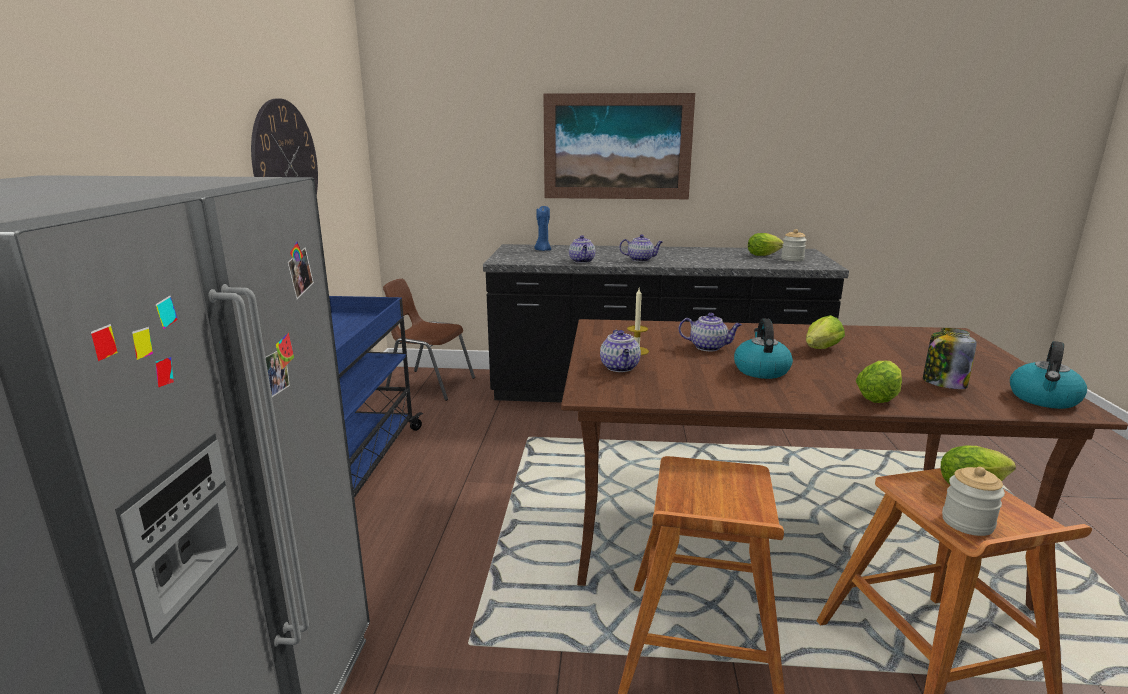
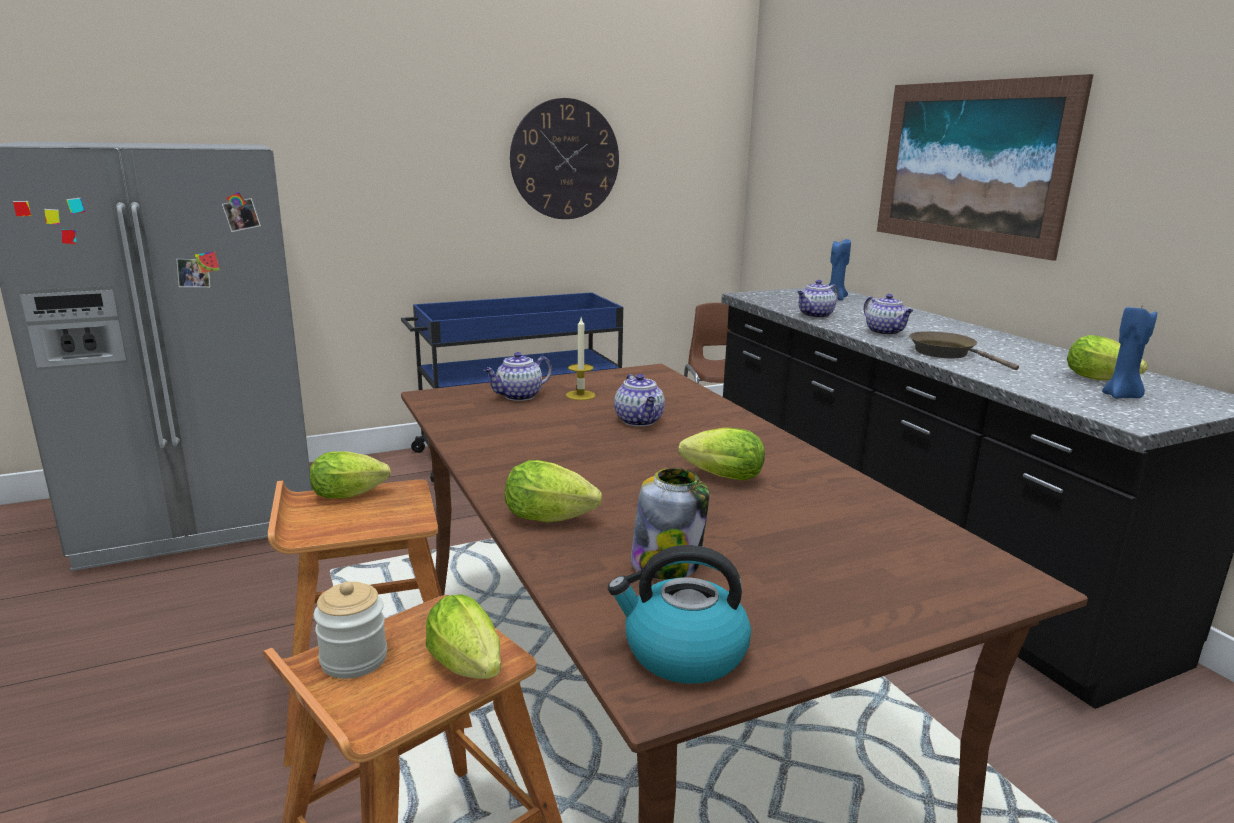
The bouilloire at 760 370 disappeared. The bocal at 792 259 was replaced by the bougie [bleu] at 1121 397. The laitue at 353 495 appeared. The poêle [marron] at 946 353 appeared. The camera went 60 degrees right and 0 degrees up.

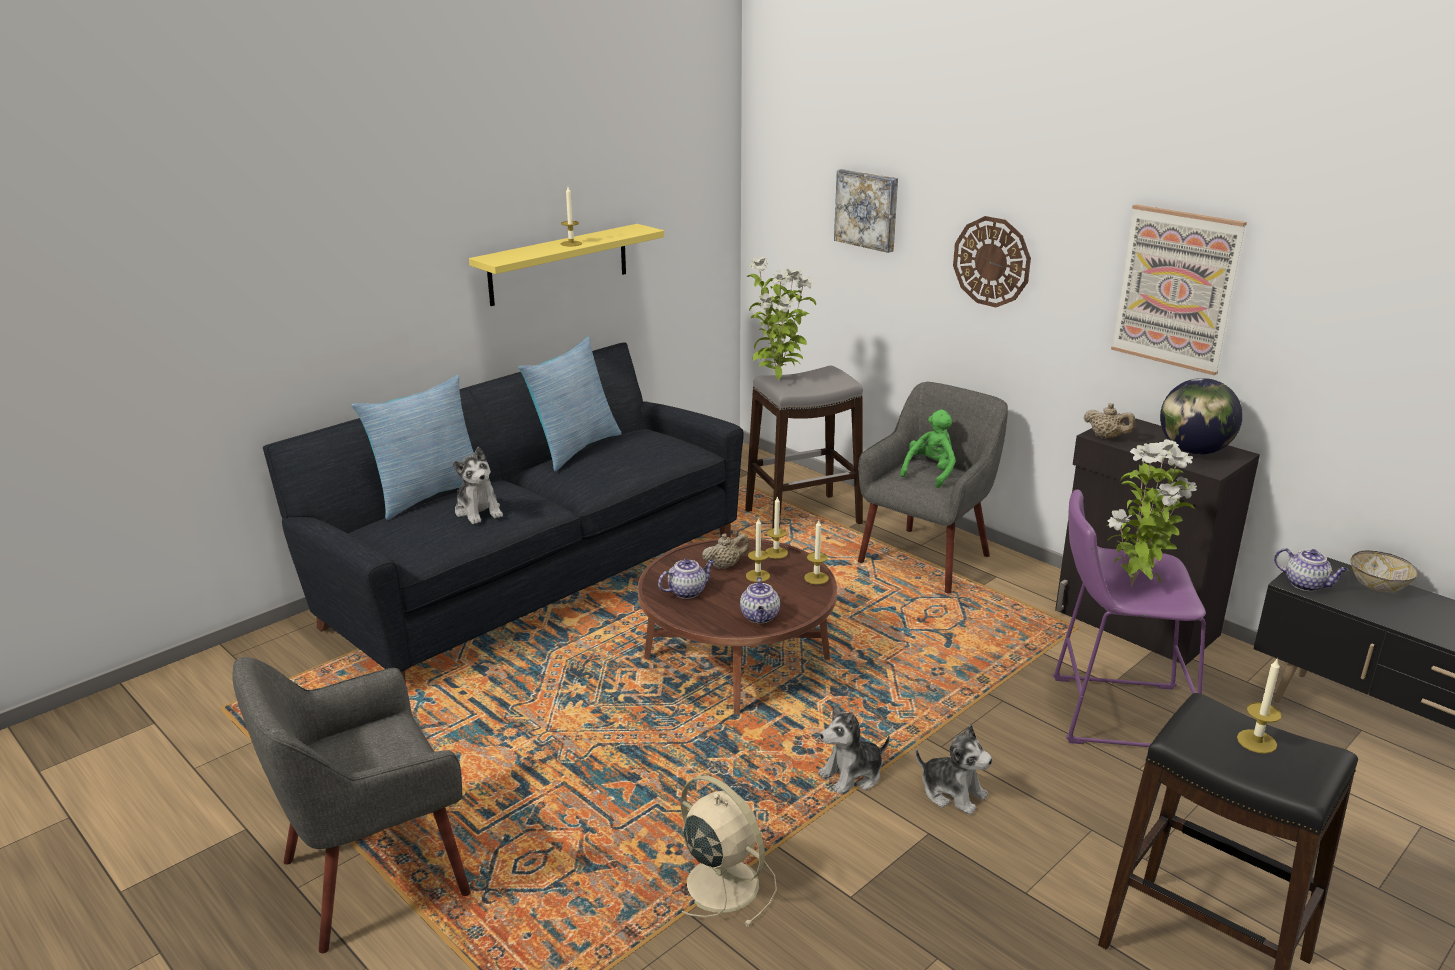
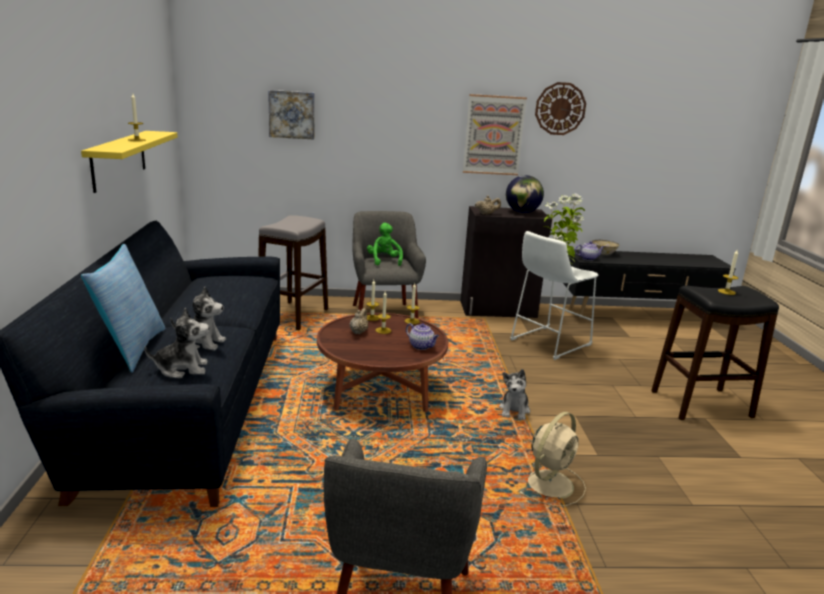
The coussin at 573 448 disappeared. The théière at 687 591 disappeared. The ventilateur [beige] at 718 882 turned 135 degrees clockwise. The plante en pot at 777 380 disappeared. The peluche moved from 952 793 to 182 369. The horloge murale moved from 992 261 to 560 108. The tabouret [violet] at 1112 713 became the tabouret [blanc] at 547 343. The camera went 50 degrees left and 5 degrees down.

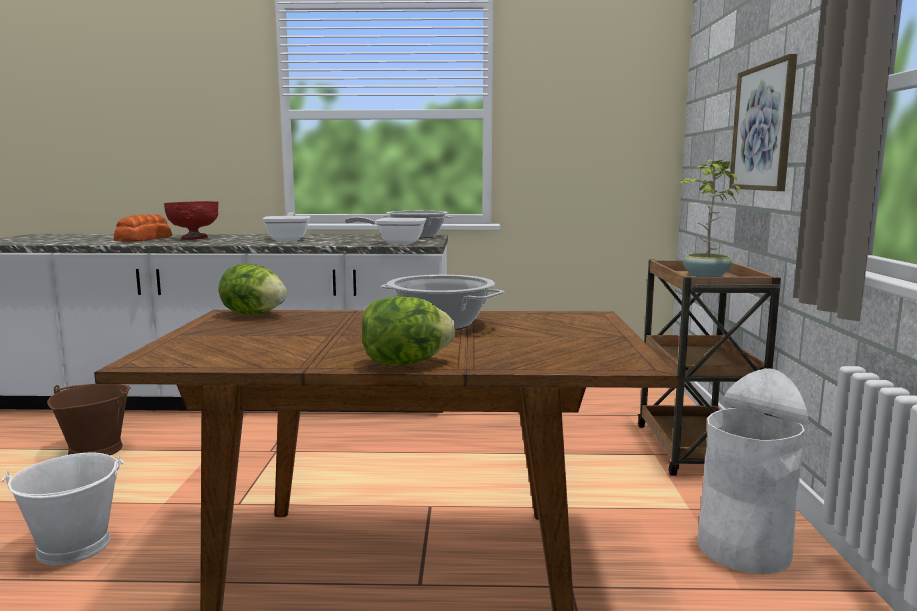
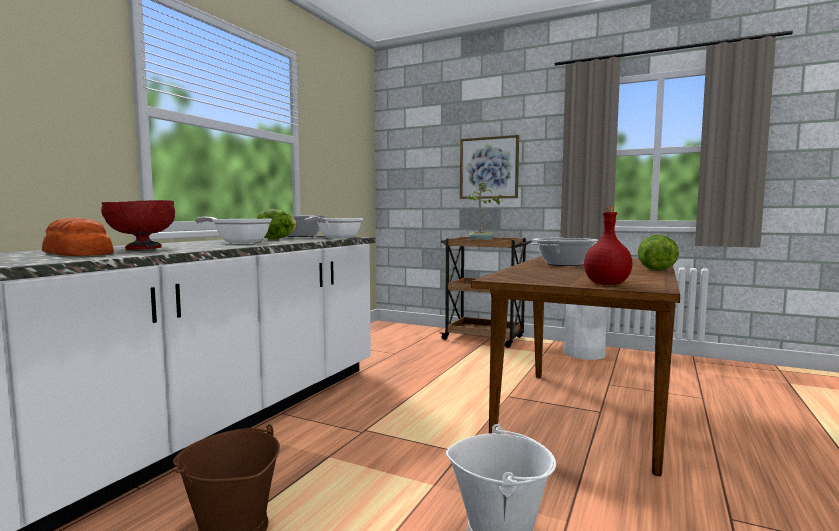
The laitue moved from 254 314 to 276 239. The bouteille [rouge] at 606 284 appeared. The camera went 65 degrees left and 5 degrees down.

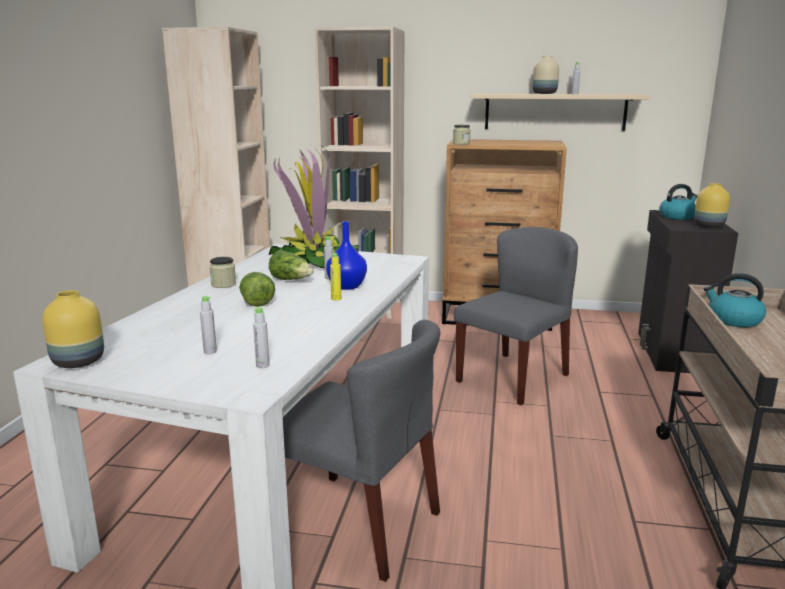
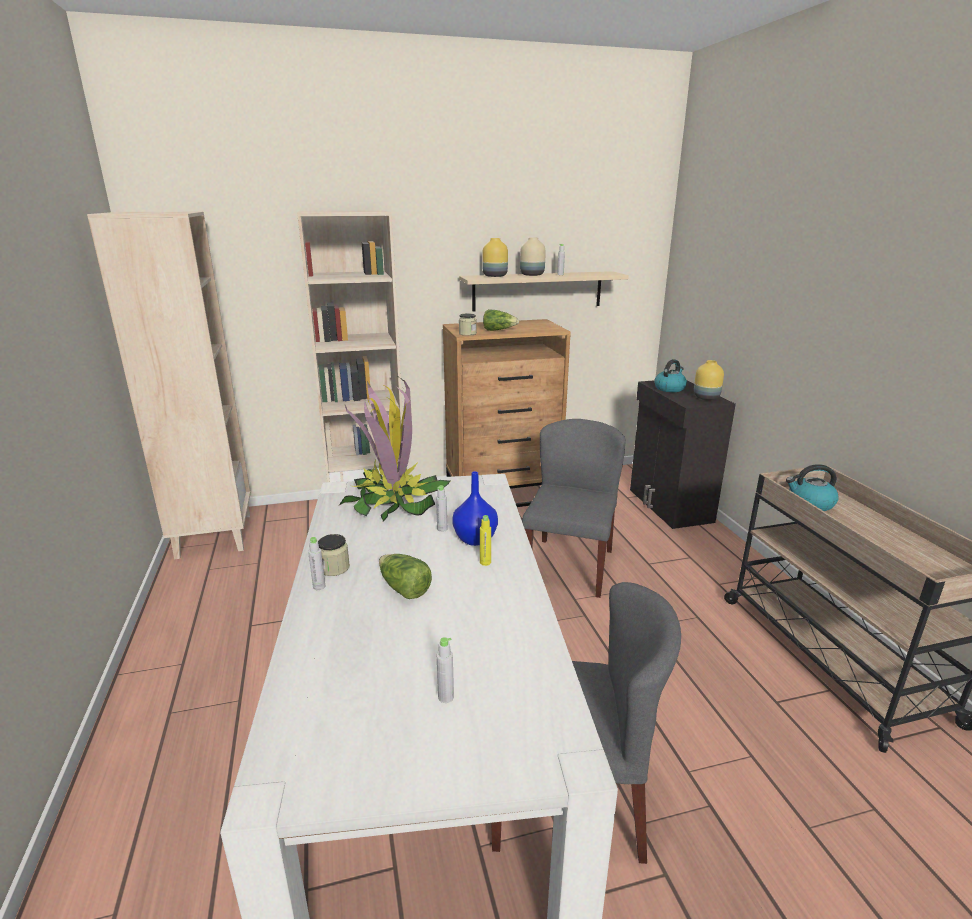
The vase [jaune] moved from 79 361 to 495 276. The bouteille [gris] moved from 262 365 to 319 586. The laitue moved from 291 280 to 499 330. The camera went 25 degrees left and 5 degrees up.

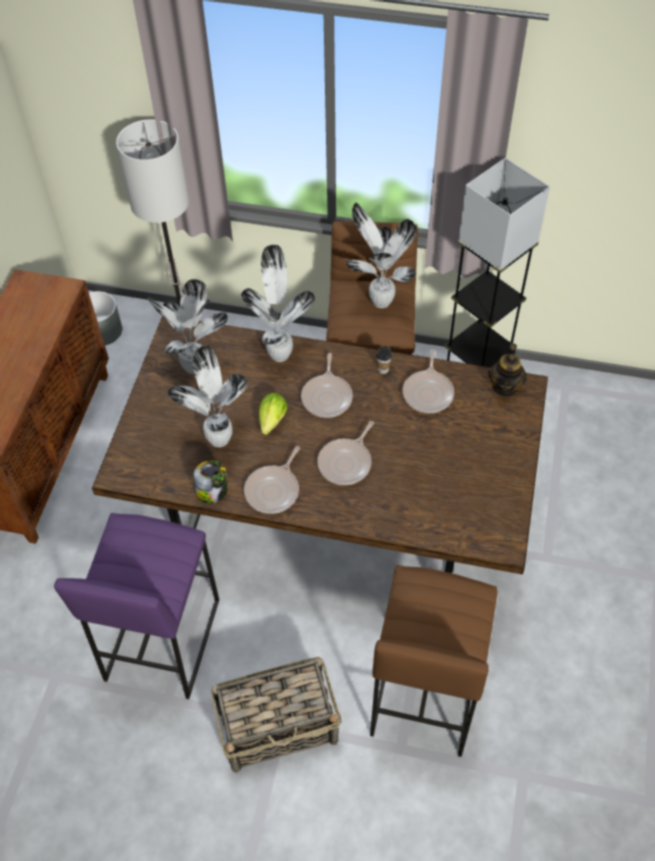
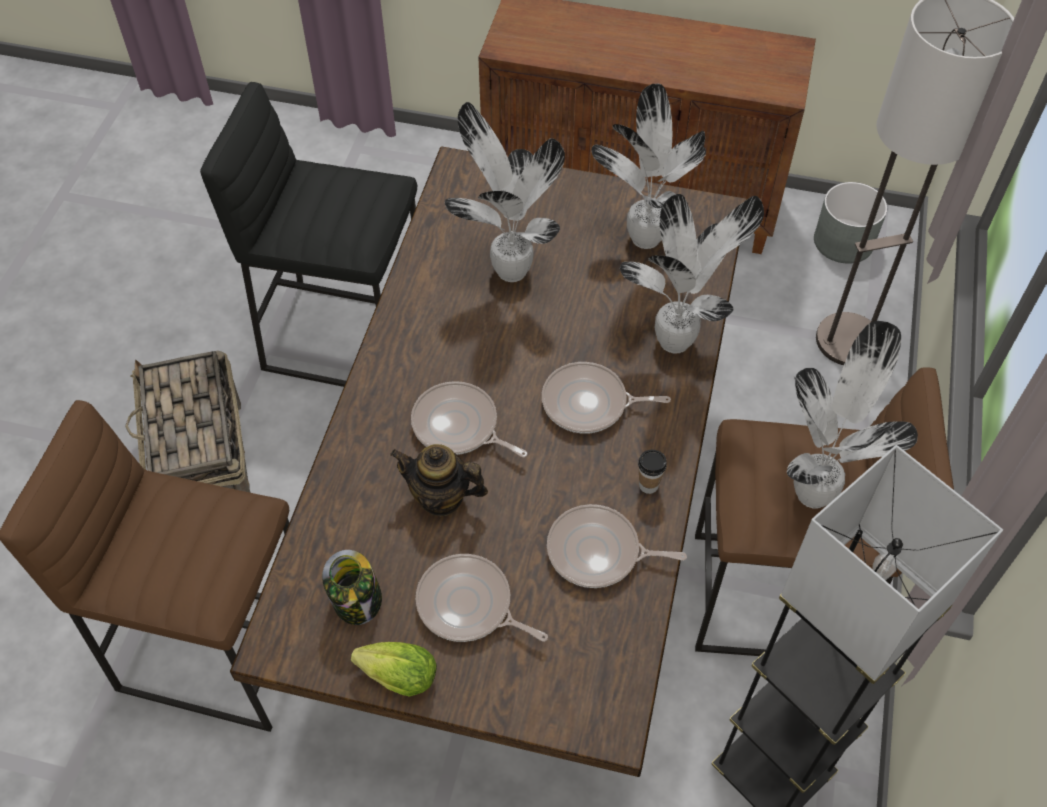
The tabouret [violet] at 161 638 became the tabouret [noir] at 346 338. The bocal moved from 212 491 to 357 601. The poêle moved from 274 490 to 468 605. The laitue moved from 271 422 to 394 675. The théière moved from 505 386 to 441 497. The camera went 90 degrees right and 0 degrees up.

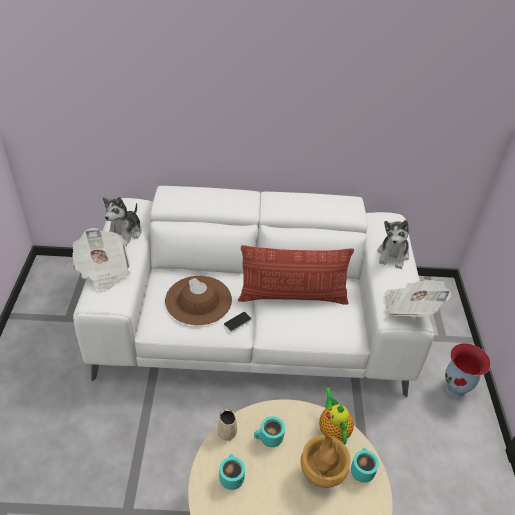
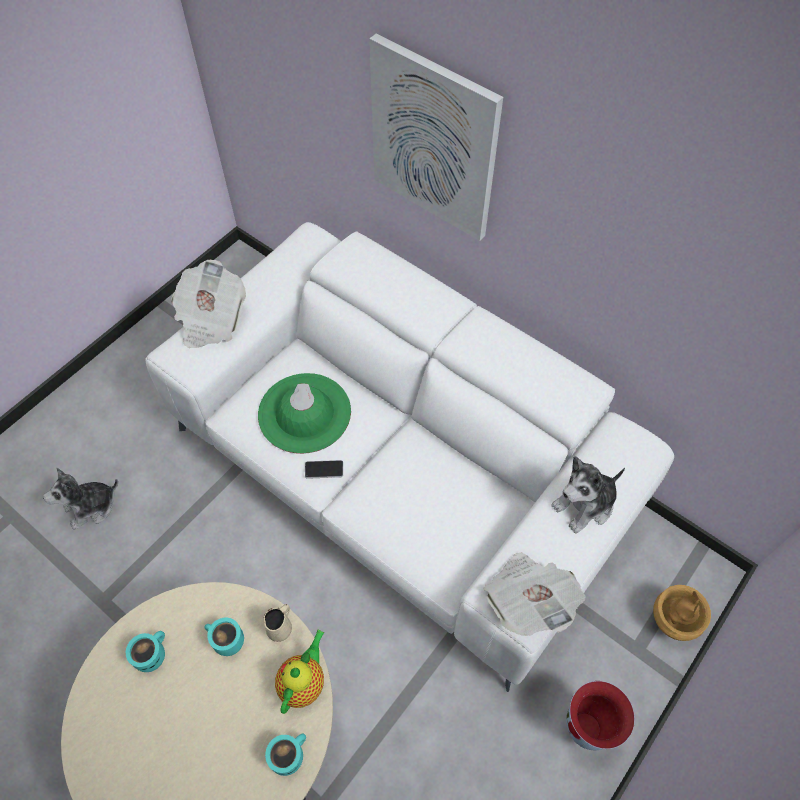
The peluche moved from 125 233 to 91 507. The chapeau [marron] at 198 300 became the chapeau [vert] at 304 413. The mug [beige] moved from 227 431 to 280 628. The coussin at 293 296 disappeared. The vase [marron] moved from 322 475 to 672 622. The tableau at 434 140 appeared. The camera went 40 degrees right and 15 degrees up.

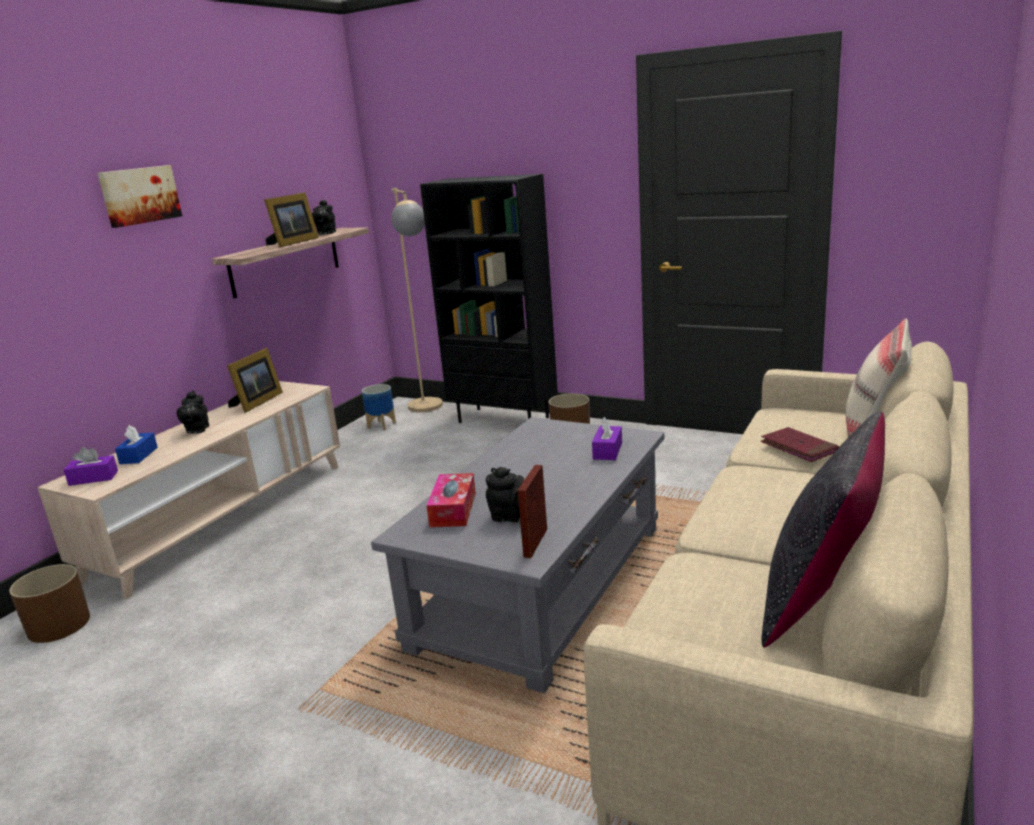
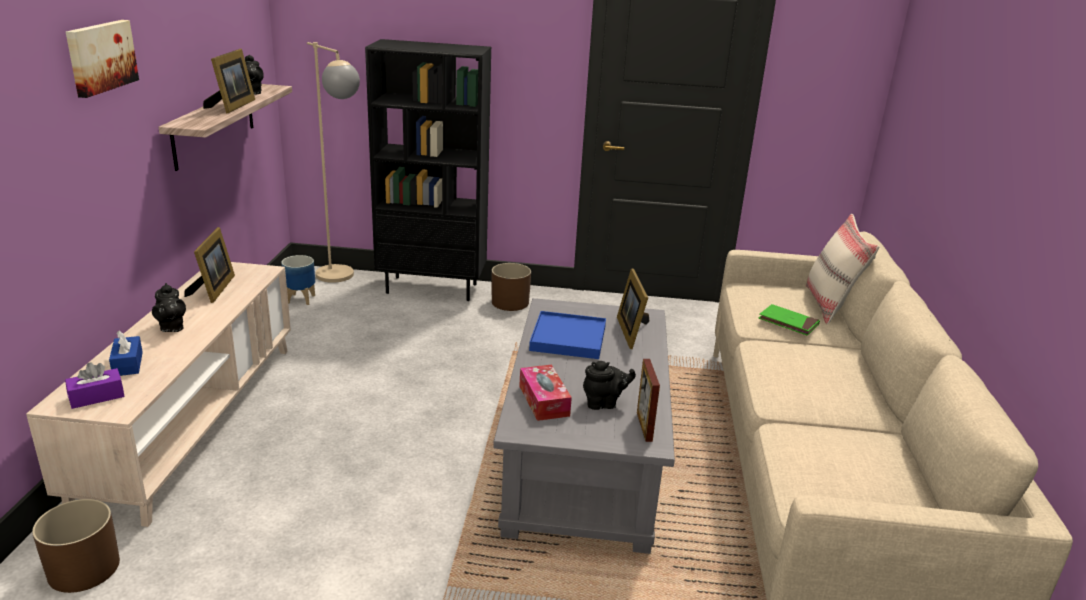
The boîte à mouchoirs [violet] at 607 451 was replaced by the cadre photo at 632 331. The livre [rouge] at 799 448 became the livre [vert] at 788 322. The coussin [noir] at 819 599 disappeared. The plateau [bleu] at 568 338 appeared. The camera went 25 degrees left and 5 degrees up.

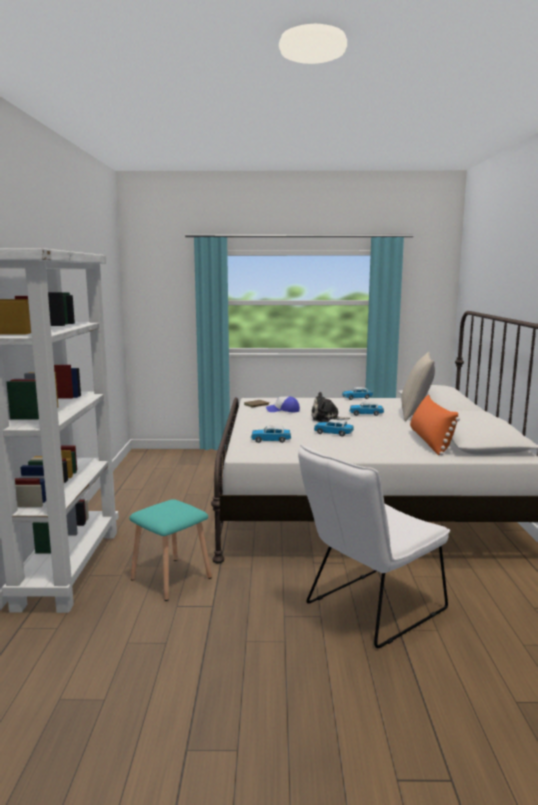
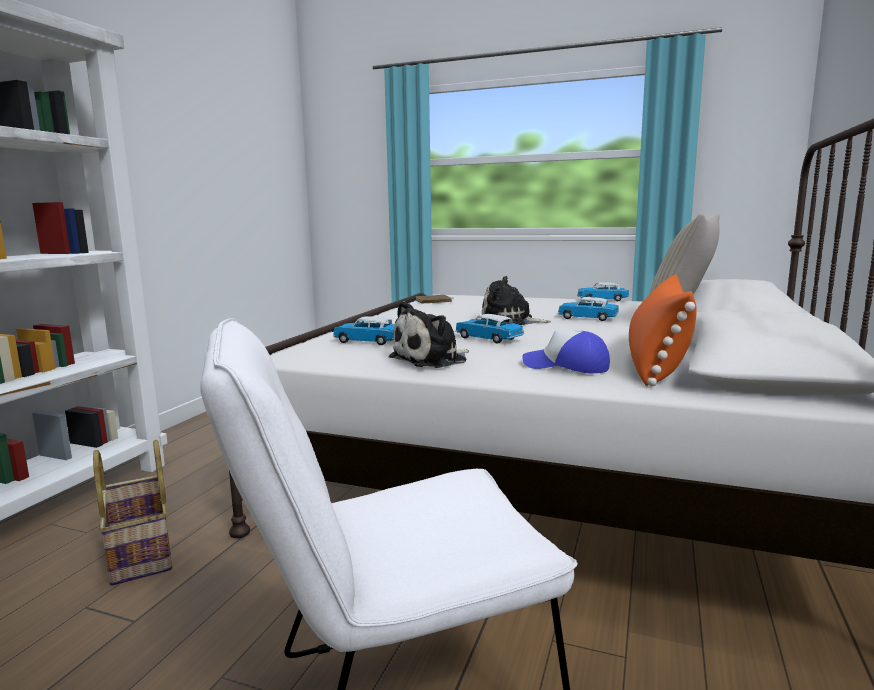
The tabouret [turquoise] at 172 578 was replaced by the panier at 142 552. The casquette moved from 283 410 to 566 366. The peluche at 432 360 appeared. The camera went 20 degrees right and 0 degrees up.

